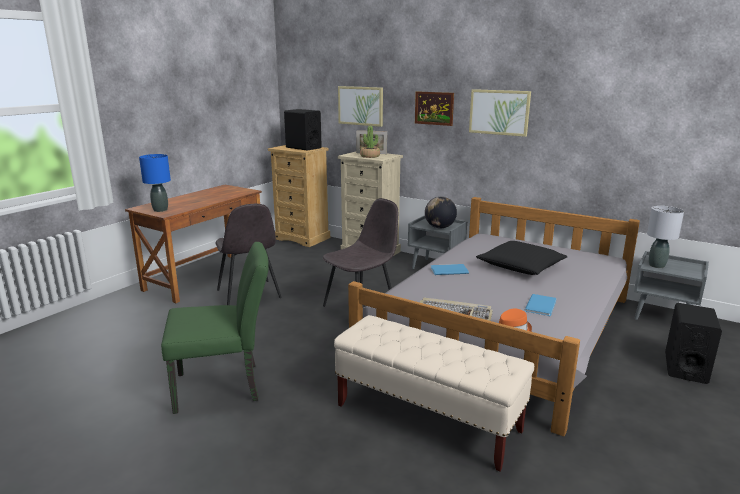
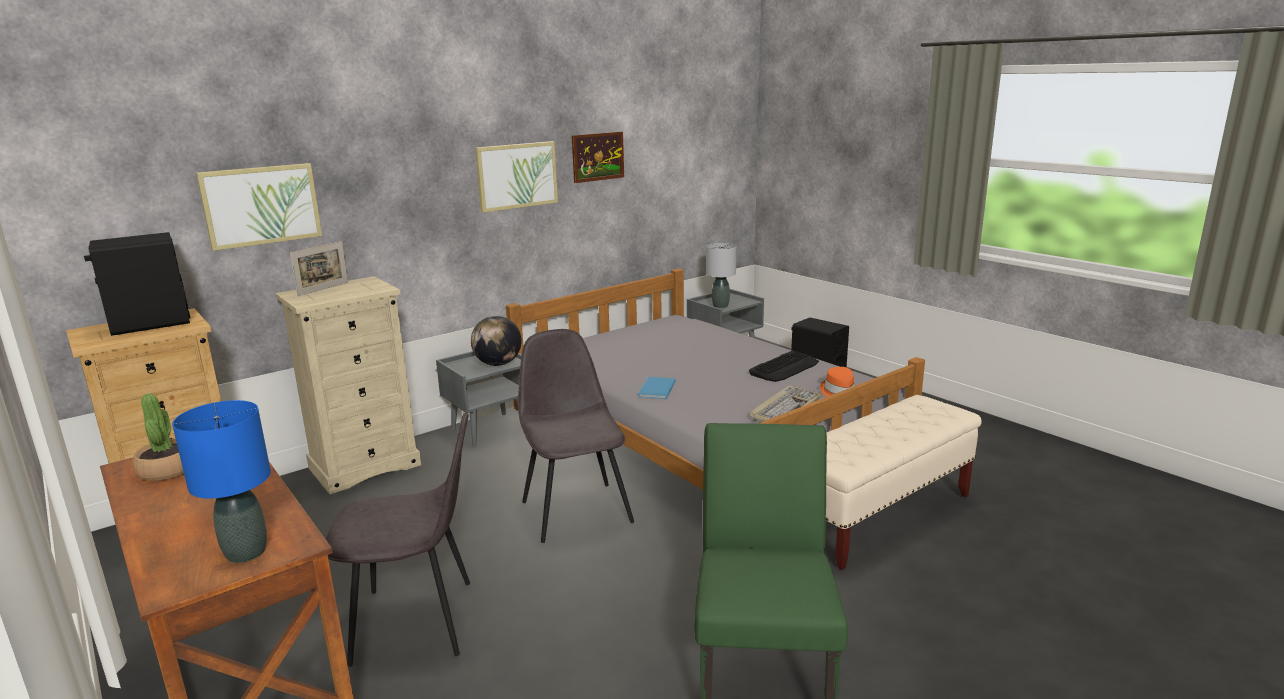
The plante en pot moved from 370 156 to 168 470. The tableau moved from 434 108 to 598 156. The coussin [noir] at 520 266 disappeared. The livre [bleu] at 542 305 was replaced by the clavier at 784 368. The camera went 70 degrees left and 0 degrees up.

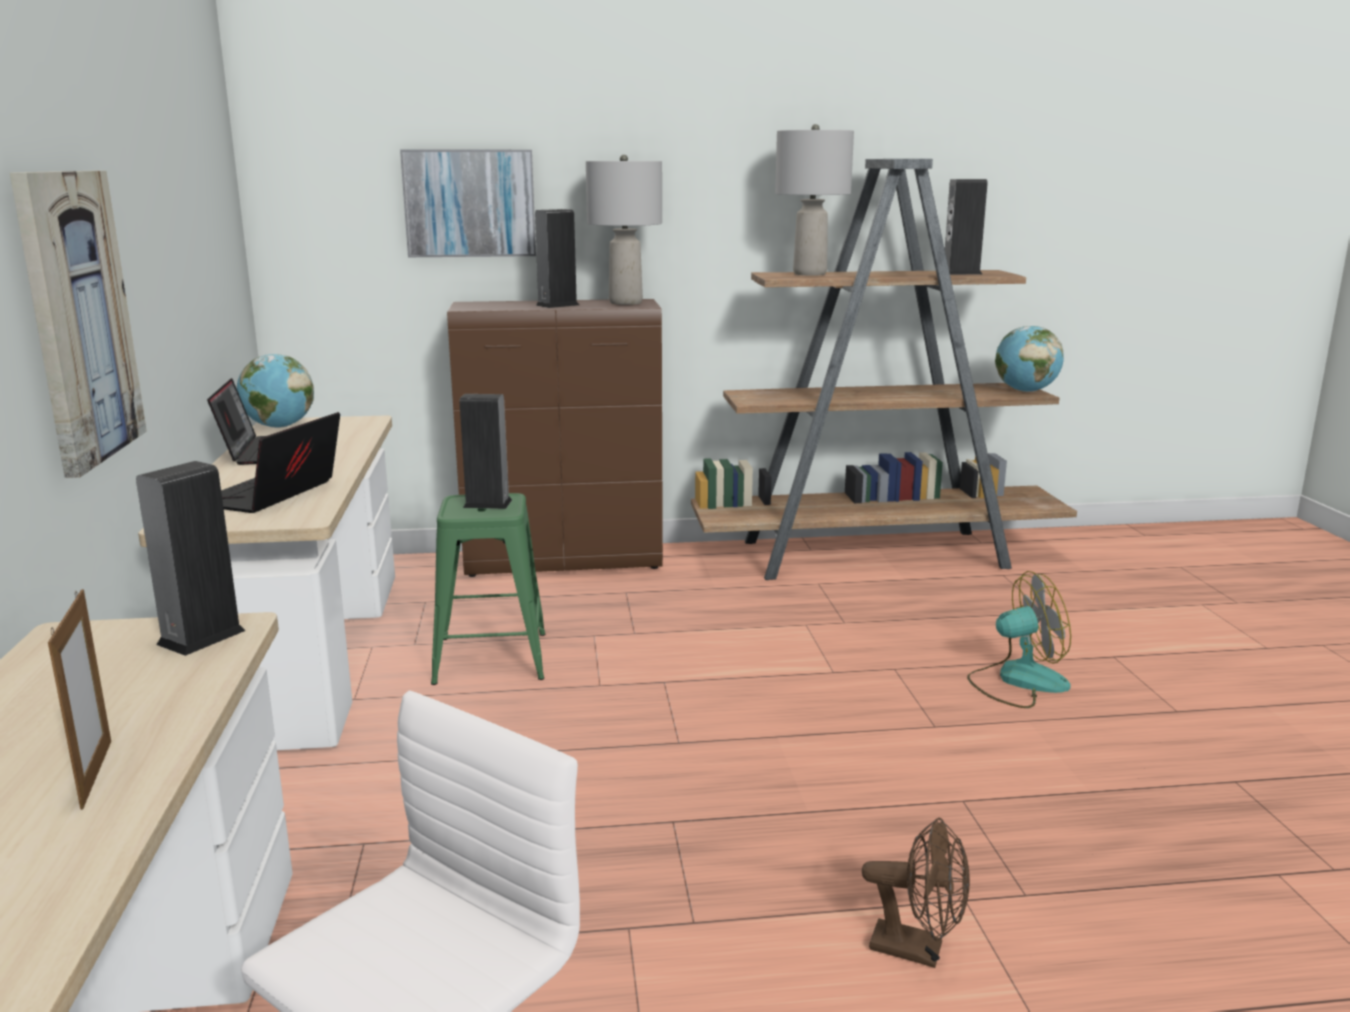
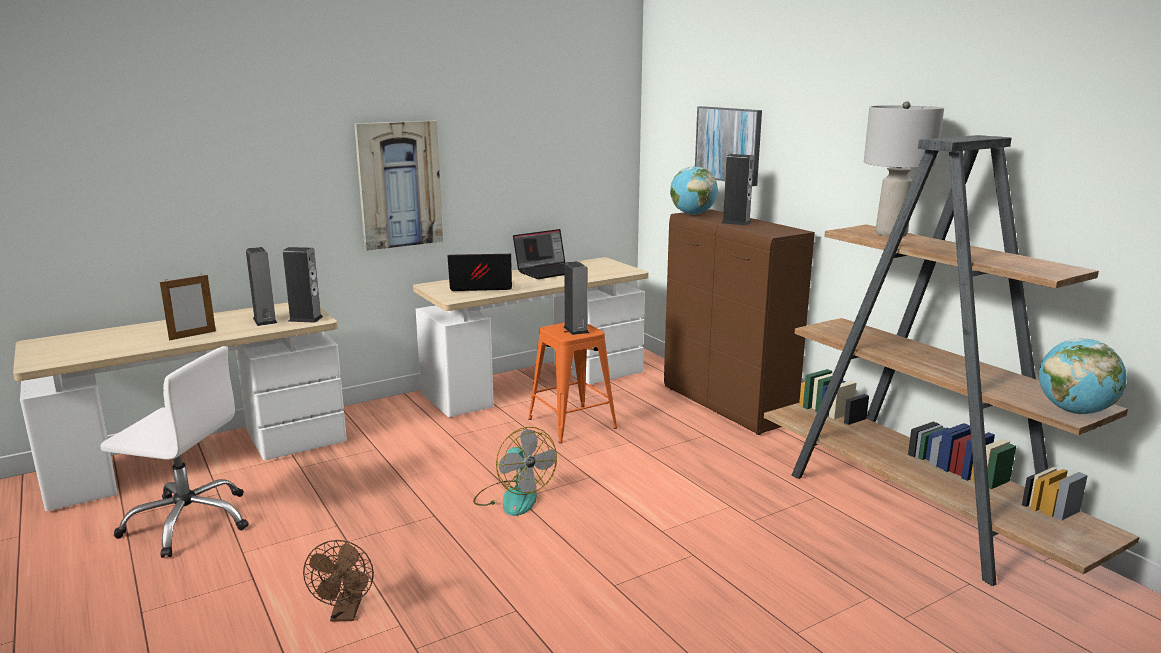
The globe moved from 279 427 to 692 214. The tabouret [vert] at 490 658 became the tabouret [orange] at 572 423. The lampe de table [gris] at 626 303 disappeared. The enceinte moved from 961 273 to 265 320. The ventilateur moved from 1017 681 to 513 497. The camera went 65 degrees right and 0 degrees up.

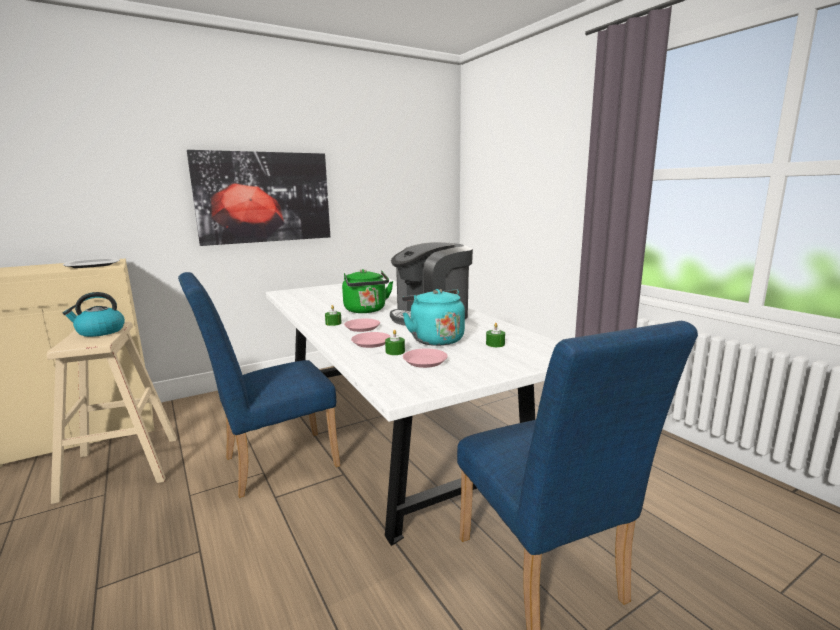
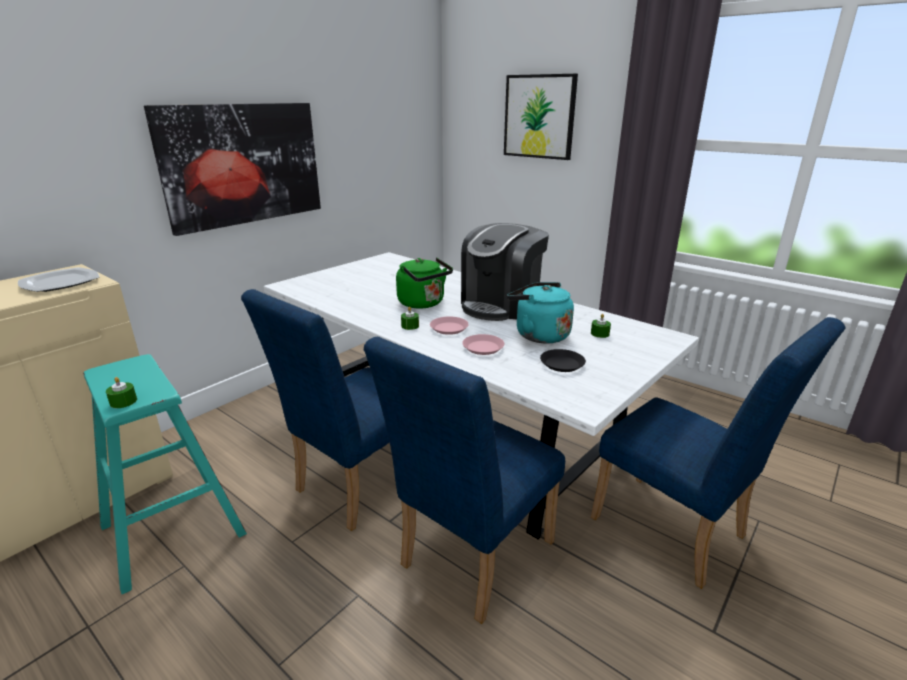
The tabouret [beige] at 121 467 became the tabouret [turquoise] at 173 529. The bouilloire at 100 332 disappeared. The bougie [vert] moved from 395 352 to 123 402. The assiette [rose] at 425 361 became the assiette [noir] at 562 364. The chaise [bleu] at 470 559 appeared. The tableau at 539 117 appeared. The camera went 20 degrees left and 10 degrees up.

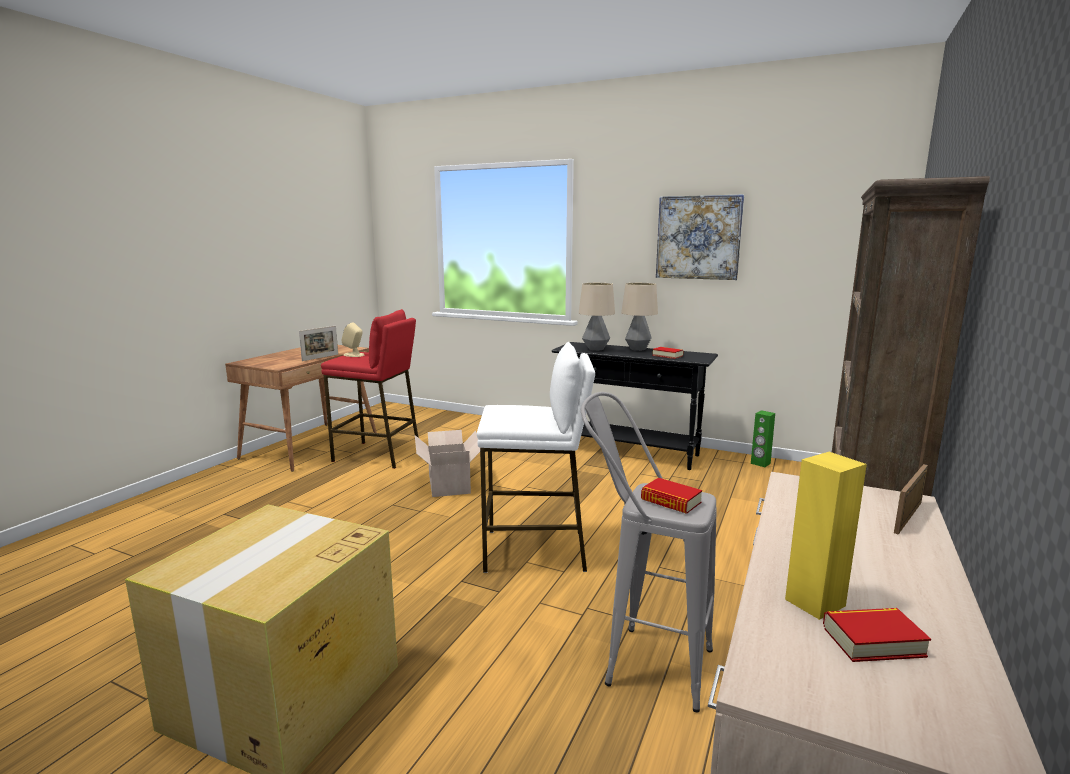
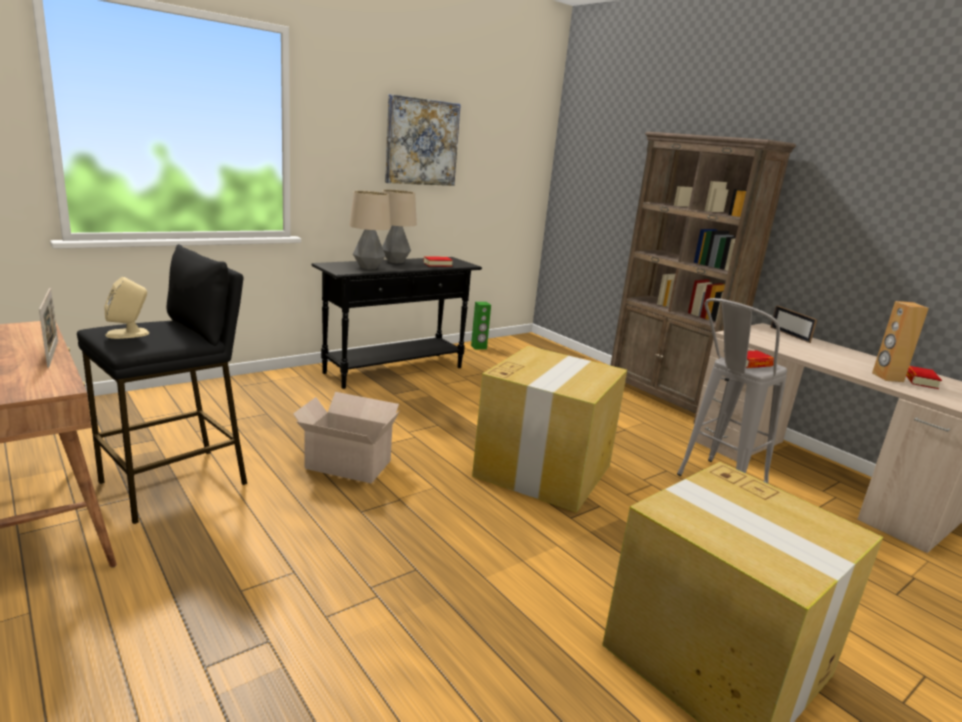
The tabouret [rouge] at 377 455 became the tabouret [noir] at 175 483. The tabouret [blanc] at 535 551 was replaced by the carton at 544 469. The enceinte [jaune] at 814 602 became the enceinte [marron] at 887 377. The camera went 65 degrees left and 5 degrees up.

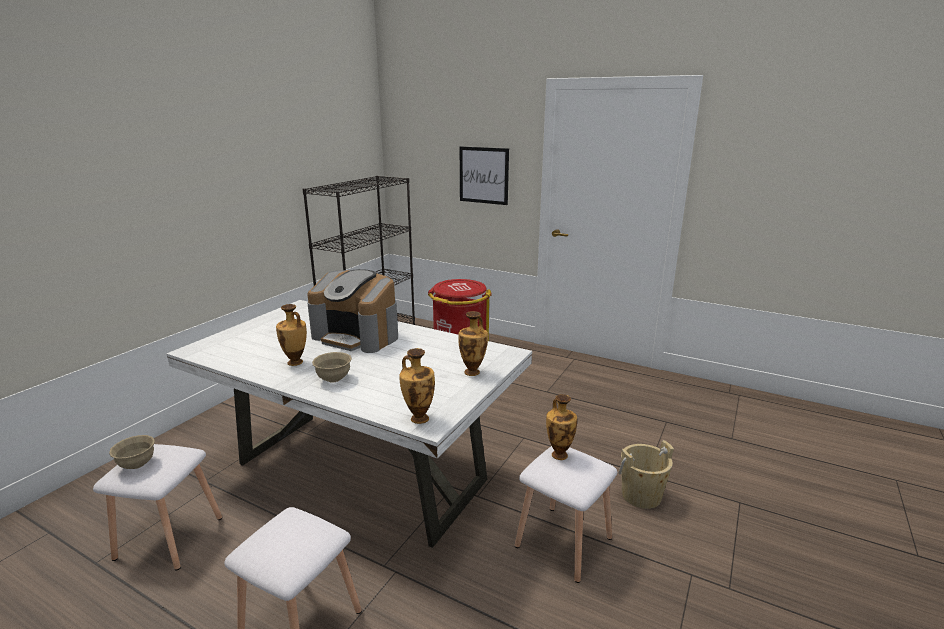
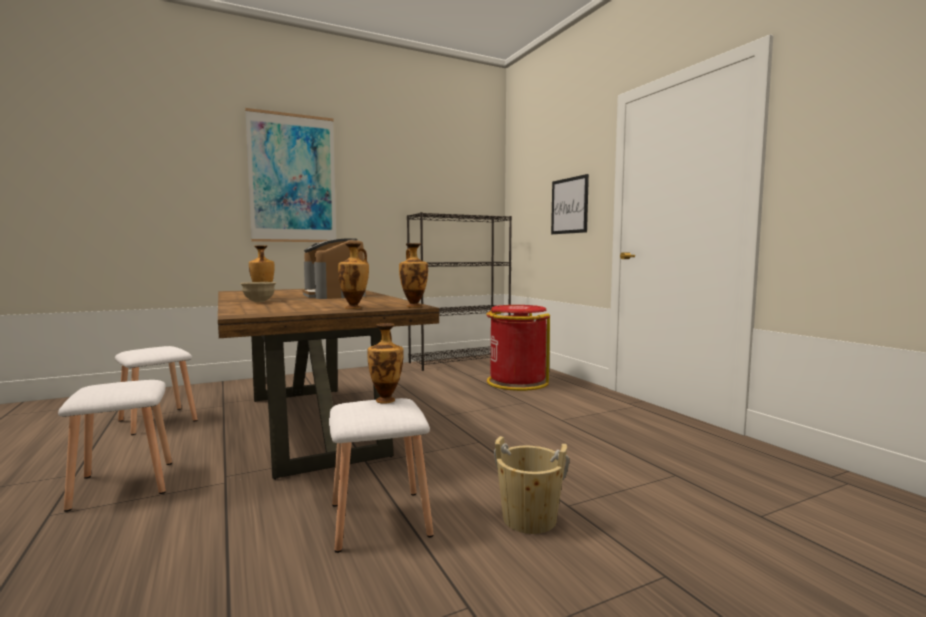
The bol [beige] at 137 464 disappeared. The table à manger [blanc] at 362 472 became the table à manger [marron] at 313 425. The vase moved from 418 418 to 414 306. The tableau at 293 179 appeared. The camera went 35 degrees right and 15 degrees down.

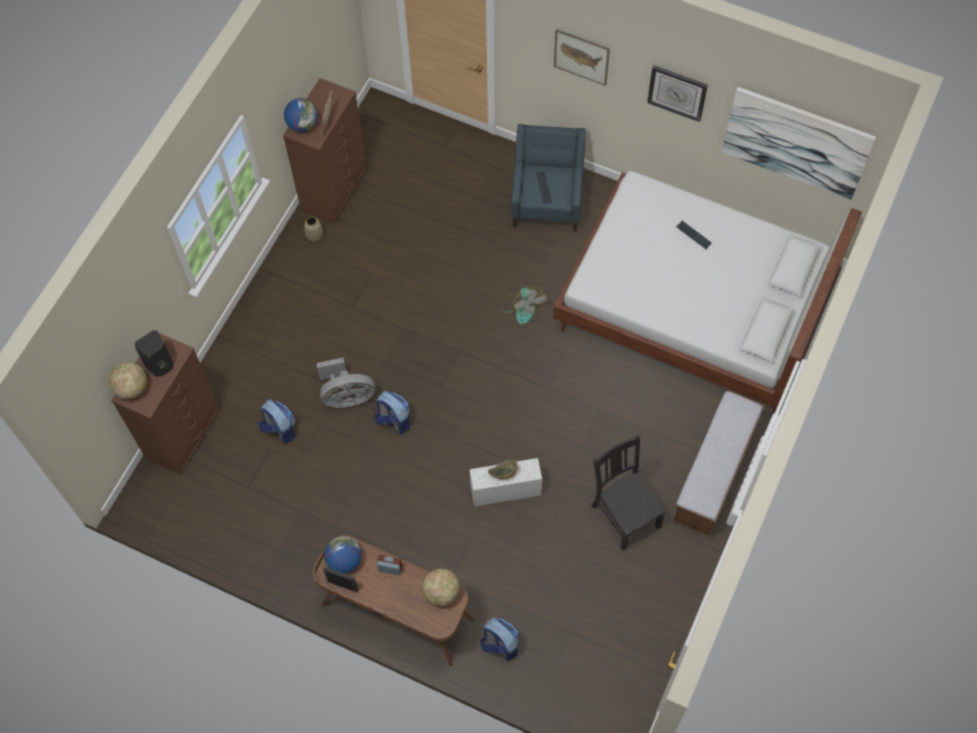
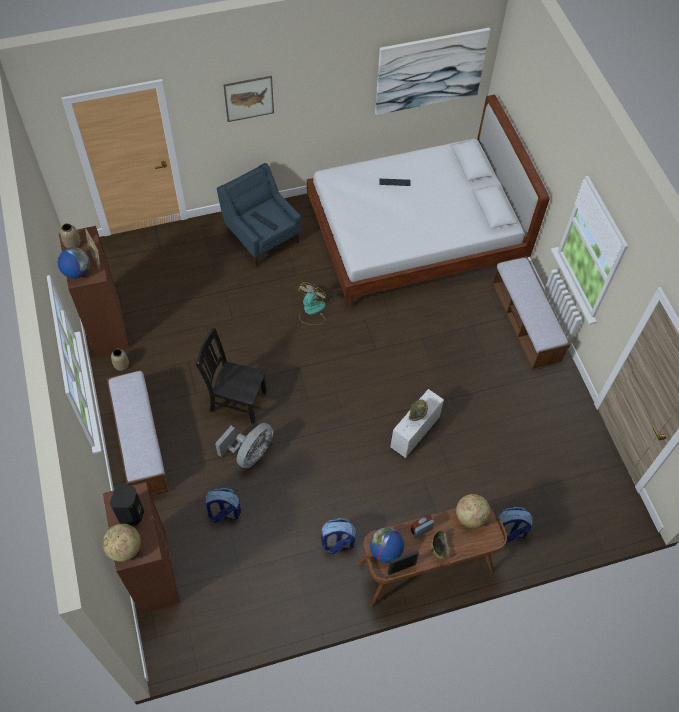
The sac à dos moved from 393 420 to 337 543. The ventilateur at 522 307 turned 90 degrees counterclockwise. The chaise [noir] moved from 624 514 to 236 400. The horloge murale at 677 92 disappeared. The vase at 73 244 appeared. The banc at 141 443 appeared. The bol at 439 549 appeared. The camera went 45 degrees left and 5 degrees down.

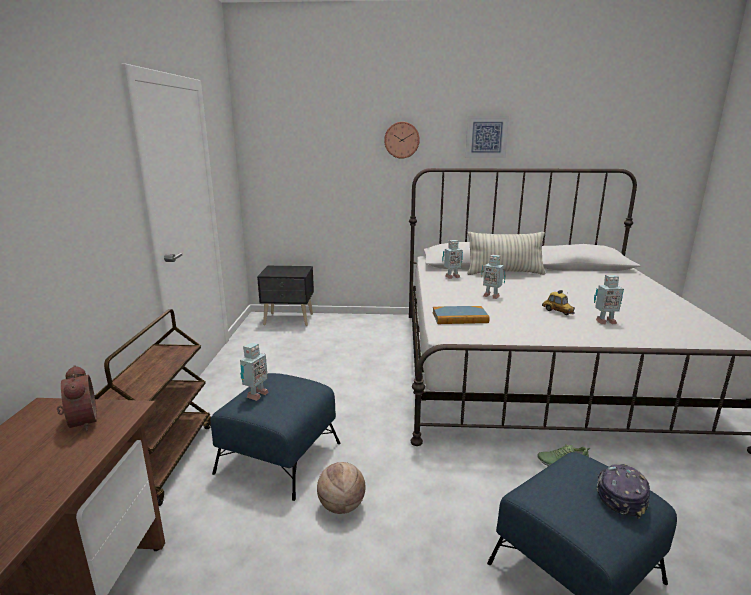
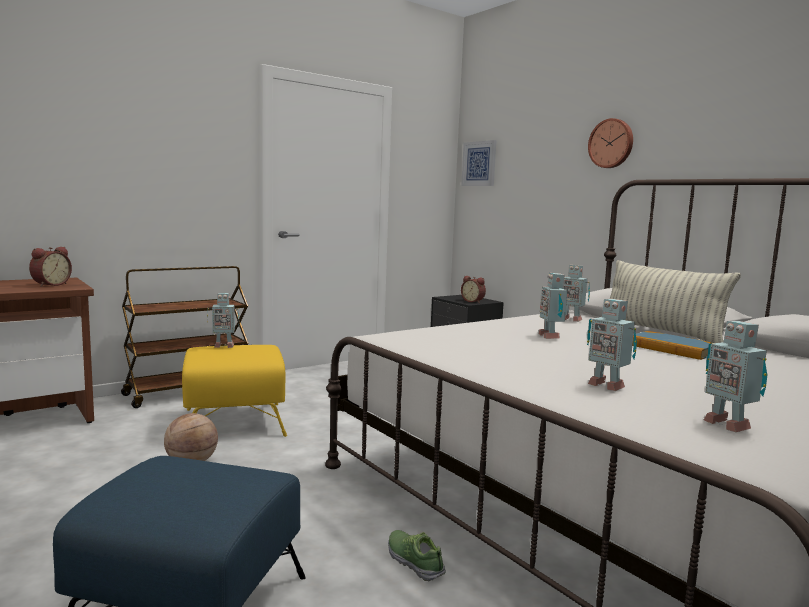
The pouf [bleu] at 280 457 became the pouf [jaune] at 235 422. The livre moved from 460 318 to 672 349. The tableau moved from 486 137 to 479 164. The petite voiture at 557 312 disappeared. The casquette at 621 495 disappeared. The réveil at 473 301 appeared. The robot jouet at 727 424 appeared. The camera went 50 degrees right and 10 degrees down.

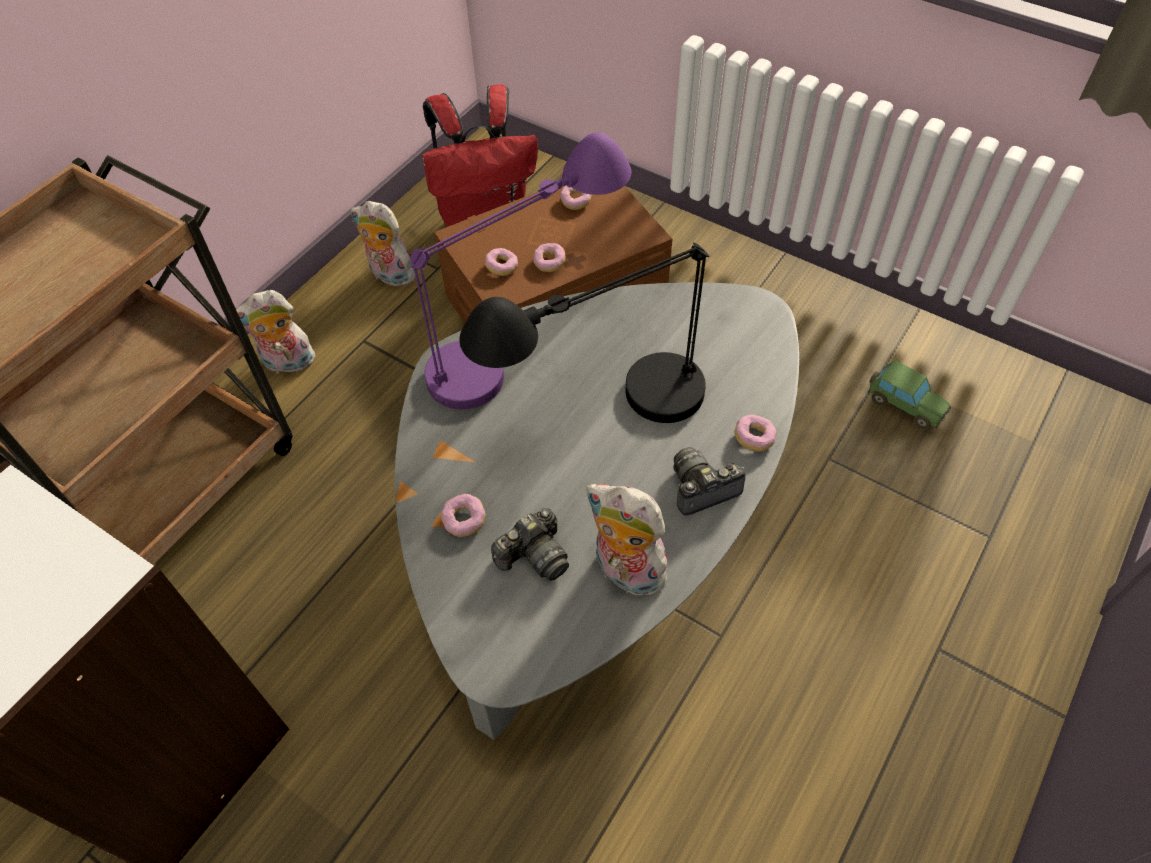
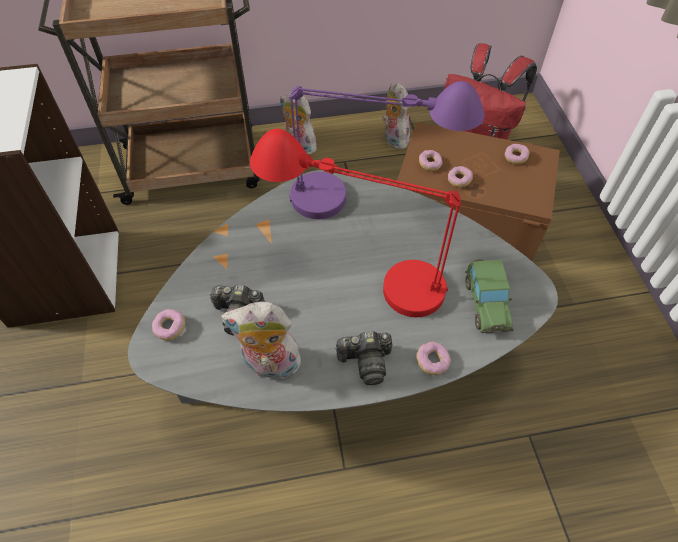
The beignet moved from 464 520 to 170 328. The lampe de table [noir] at 602 419 became the lampe de table [rouge] at 360 277. The peluche at 625 572 turned 75 degrees counterclockwise. The appareil photo at 702 489 turned 150 degrees clockwise. The petite voiture moved from 904 405 to 486 304. The camera went 45 degrees right and 0 degrees up.

